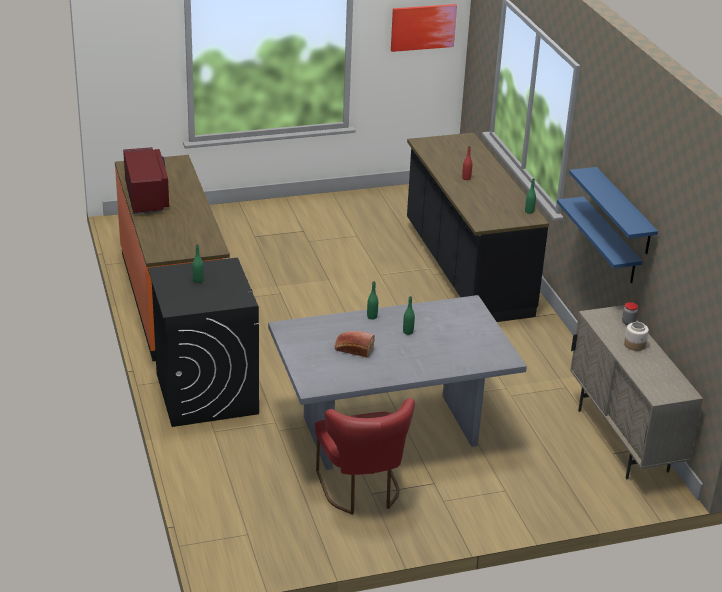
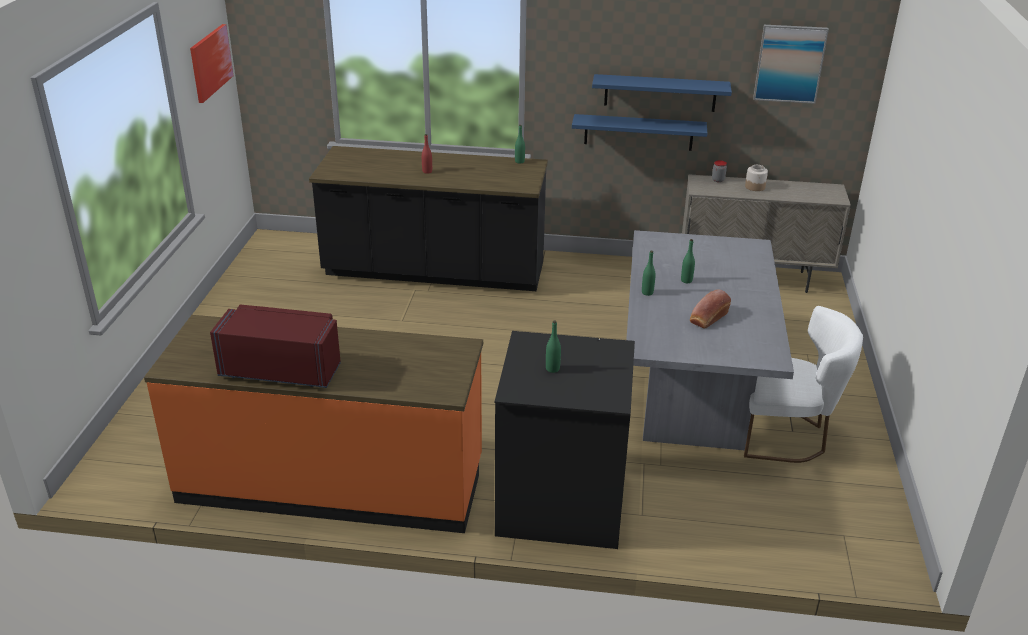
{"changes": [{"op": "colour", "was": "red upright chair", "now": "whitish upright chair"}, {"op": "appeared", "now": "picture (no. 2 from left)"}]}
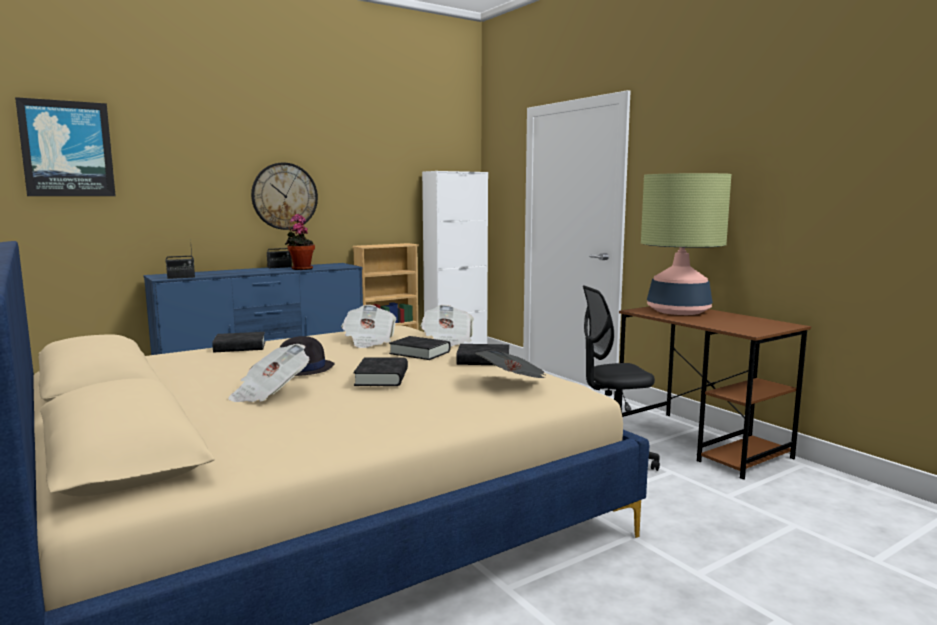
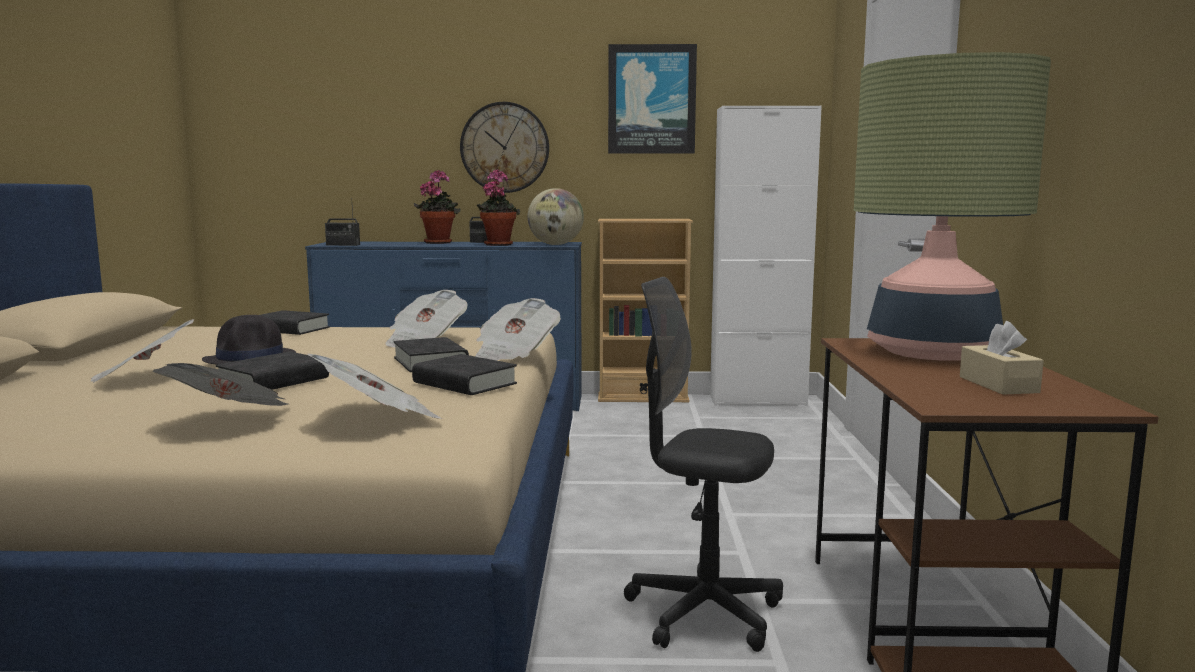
{"changes": [{"op": "appeared", "now": "newspaper (no. 2 from left)"}, {"op": "appeared", "now": "plant in a pot (no. 1 from left)"}, {"op": "appeared", "now": "world globe"}, {"op": "relocated", "was": "picture"}, {"op": "appeared", "now": "beige tissue box"}]}
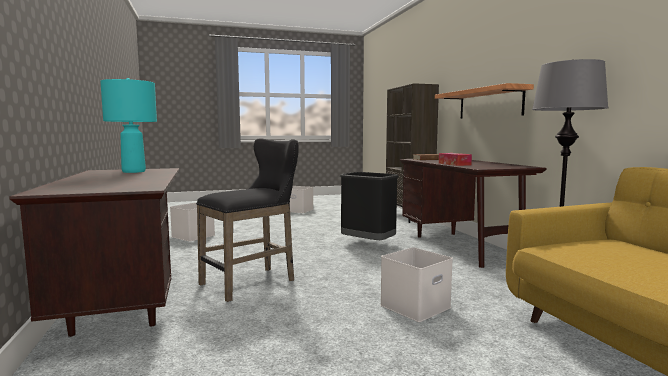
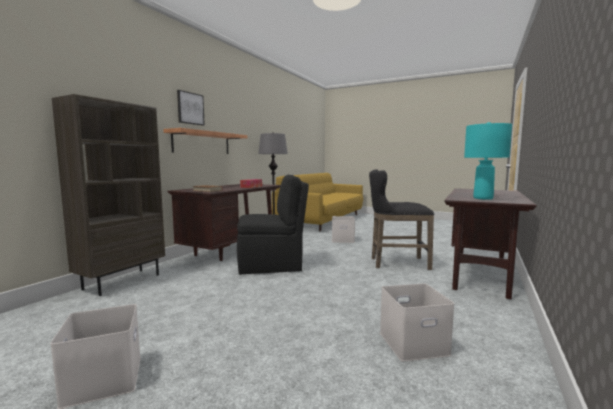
{"changes": [{"op": "appeared", "now": "picture"}, {"op": "exchanged", "was": "black-coloured trash can", "now": "black-coloured upright chair"}]}
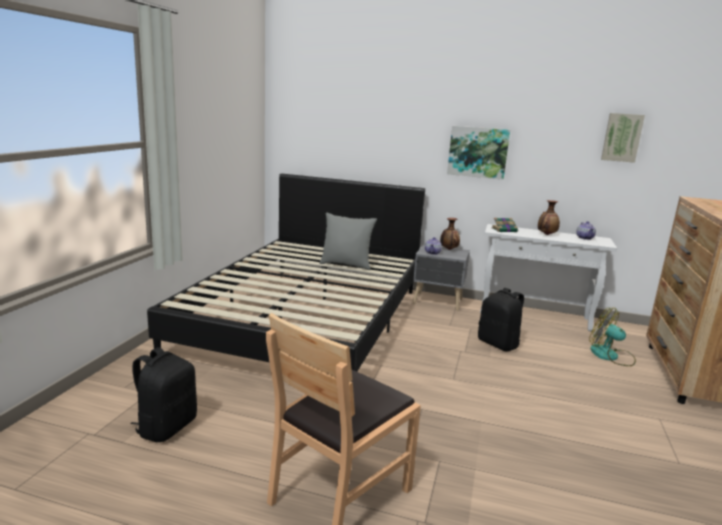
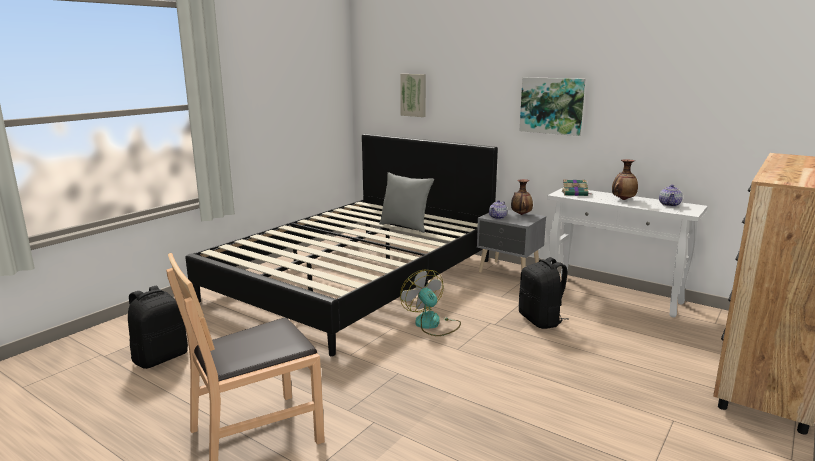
{"changes": [{"op": "relocated", "was": "picture (no. 2 from left in the first image)", "now": "picture (no. 1 from left)"}, {"op": "relocated", "was": "fan"}]}
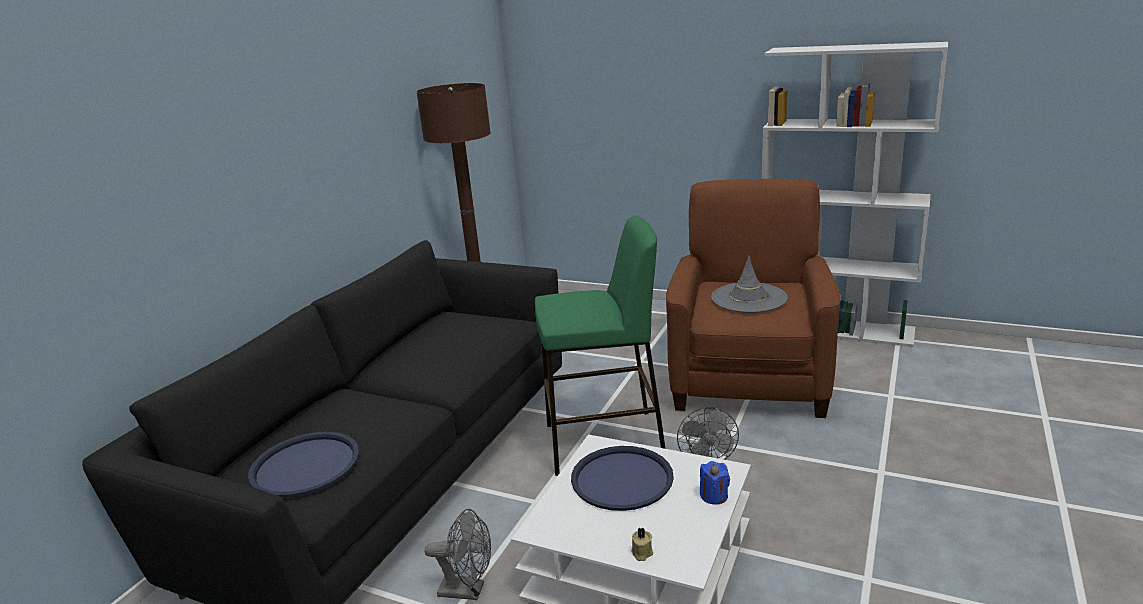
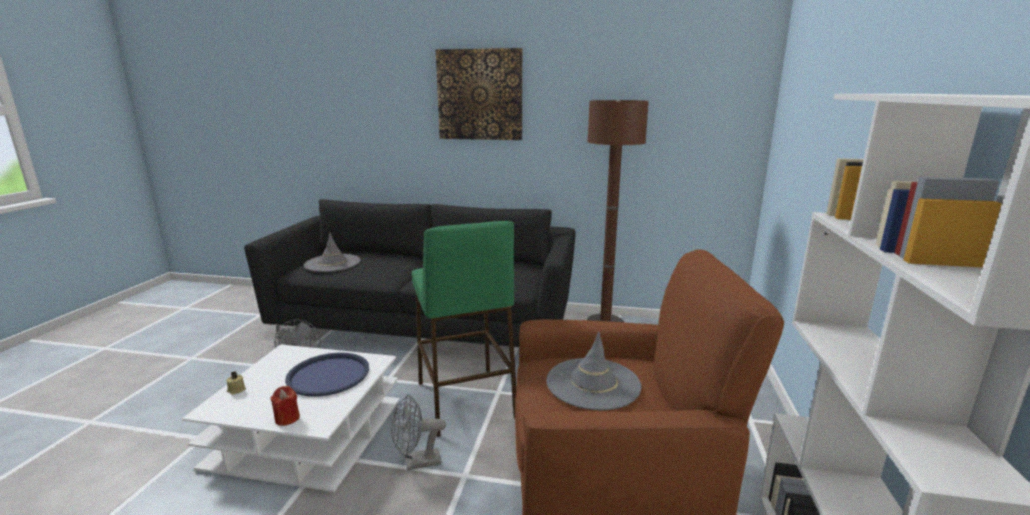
{"changes": [{"op": "colour", "was": "blue-coloured wax candle", "now": "red wax candle"}, {"op": "exchanged", "was": "blue-coloured tray (no. 1 from left)", "now": "grey hat (no. 1 from left)"}, {"op": "appeared", "now": "picture"}]}
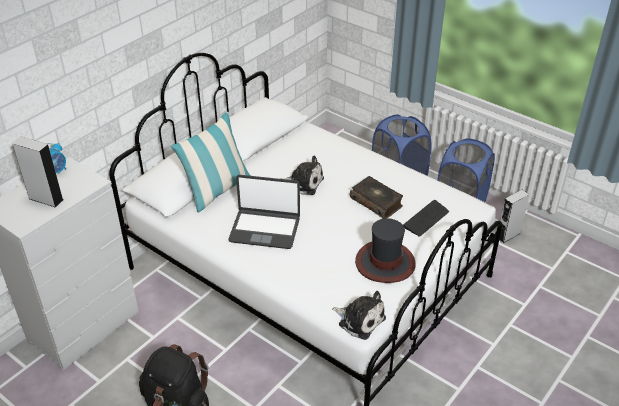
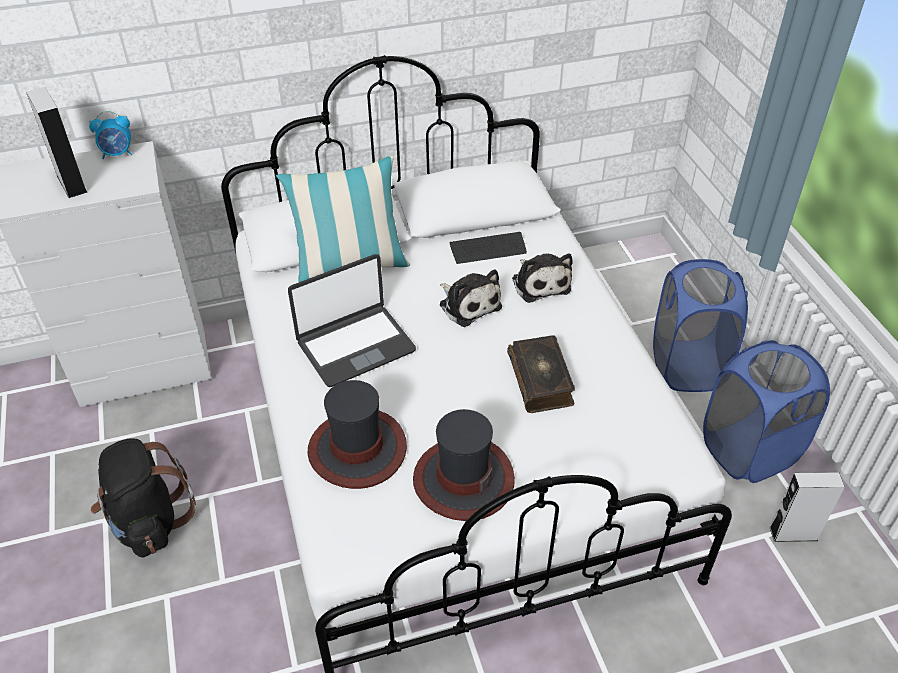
{"changes": [{"op": "spun", "was": "portable computer", "clockwise": -75}, {"op": "appeared", "now": "hat (no. 1 from left)"}, {"op": "relocated", "was": "computer keyboard"}, {"op": "relocated", "was": "cuddly toy (no. 2 from left)"}]}
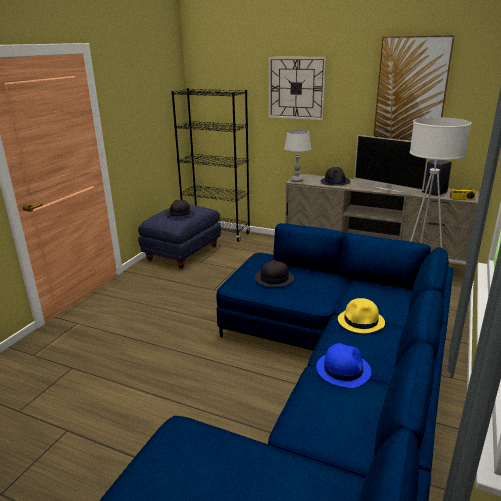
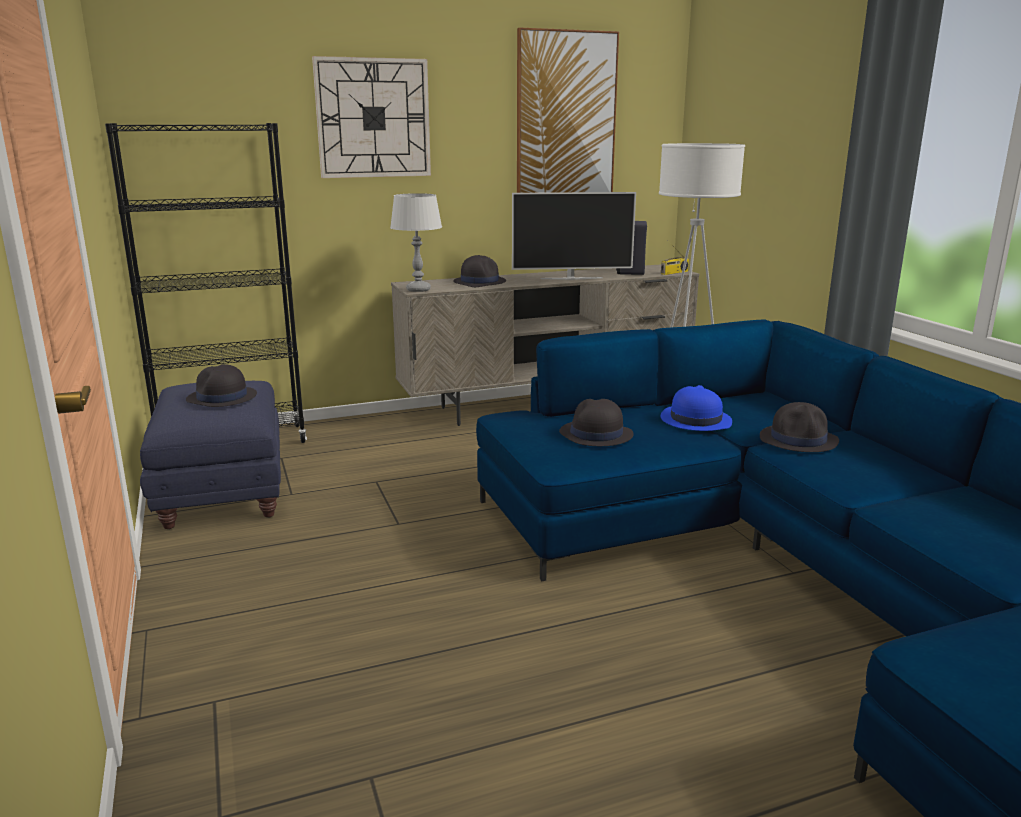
{"changes": [{"op": "relocated", "was": "blue-coloured hat"}, {"op": "colour", "was": "yellow hat", "now": "black-coloured hat (no. 4 from left)"}]}
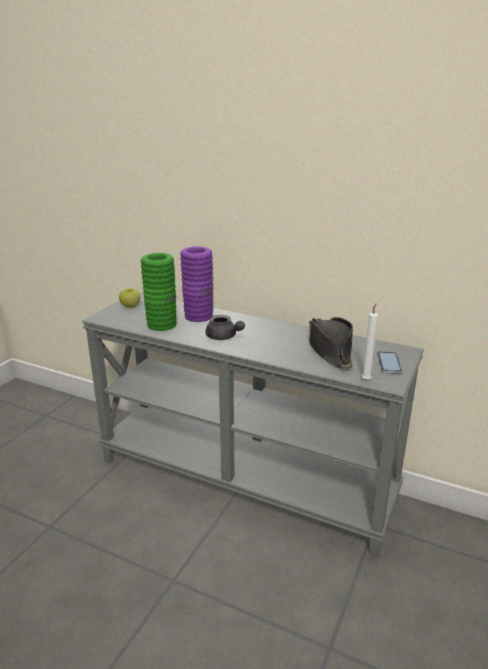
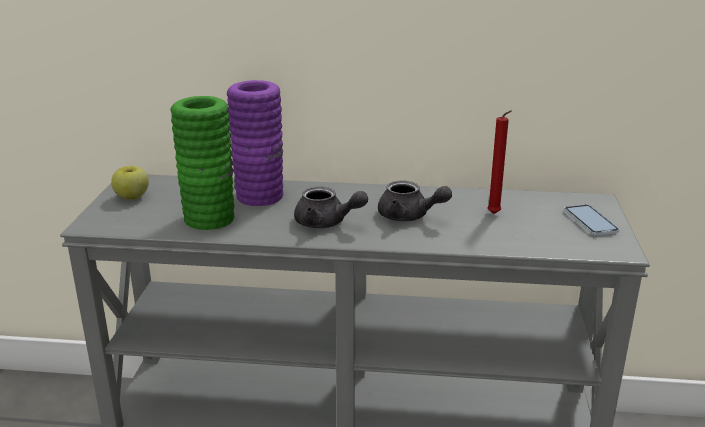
{"changes": [{"op": "appeared", "now": "grey pot for tea (no. 2 from left)"}, {"op": "exchanged", "was": "black-coloured hat", "now": "red wax candle"}, {"op": "missing", "was": "whitish wax candle"}]}
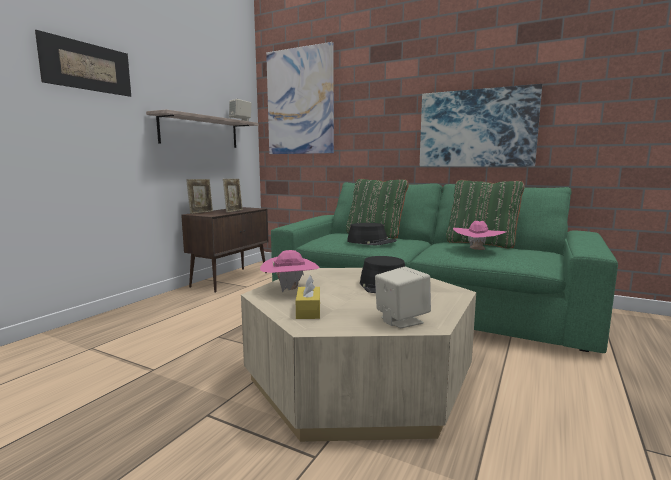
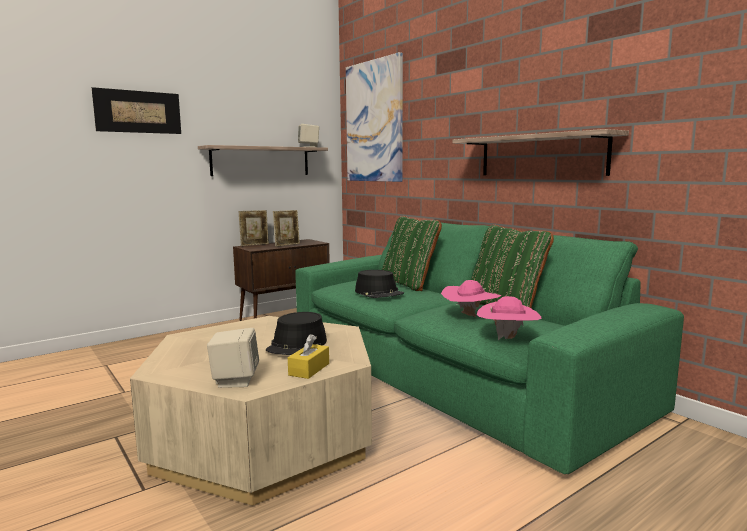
{"changes": [{"op": "relocated", "was": "yellow tissue box"}, {"op": "exchanged", "was": "picture (no. 3 from left)", "now": "wall shelf (no. 2 from left)"}, {"op": "relocated", "was": "pink hat (no. 1 from left in the first image)", "now": "pink hat (no. 2 from left)"}]}
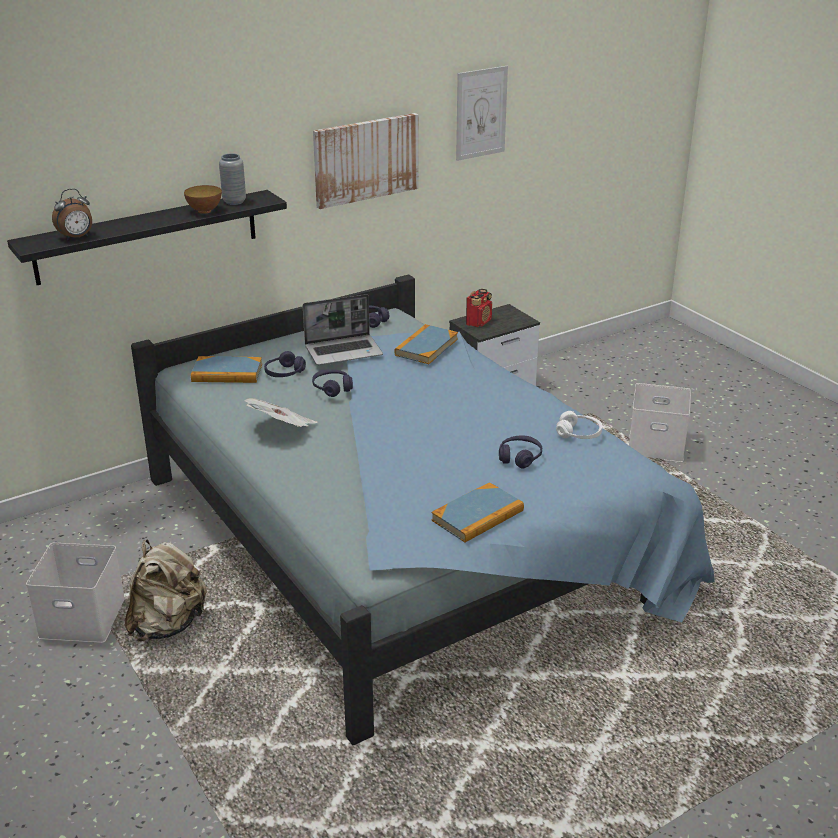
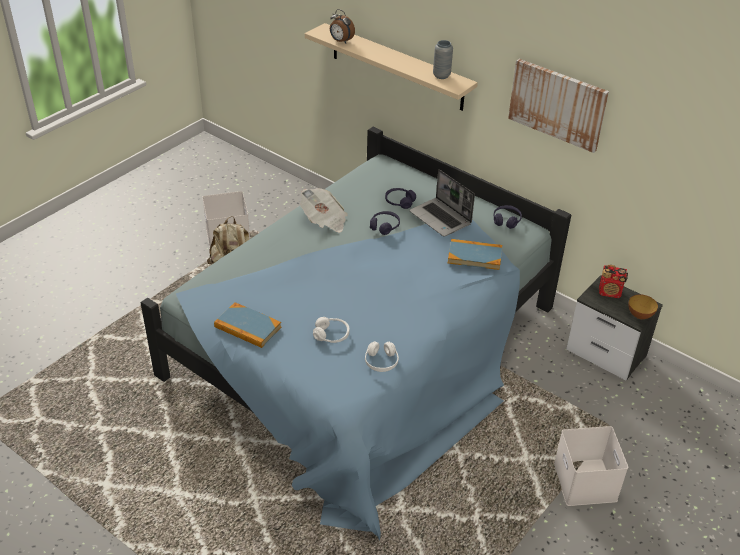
{"changes": [{"op": "colour", "was": "black-coloured wall shelf", "now": "beige wall shelf"}, {"op": "colour", "was": "purple-coloured headset (no. 4 from left)", "now": "whitish headset (no. 1 from left)"}, {"op": "relocated", "was": "deep dish"}, {"op": "missing", "was": "bound book (no. 1 from left)"}, {"op": "missing", "was": "picture (no. 2 from left)"}]}
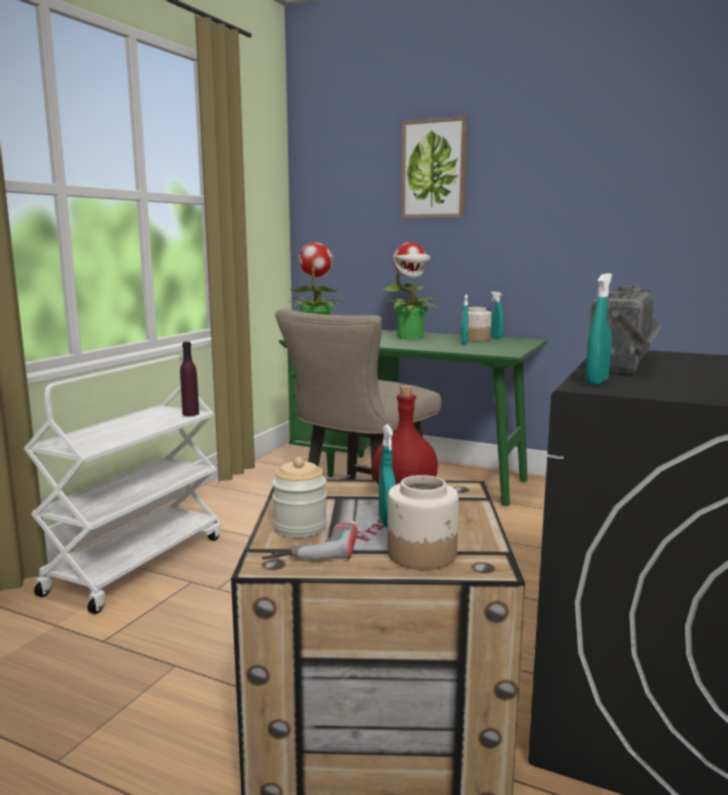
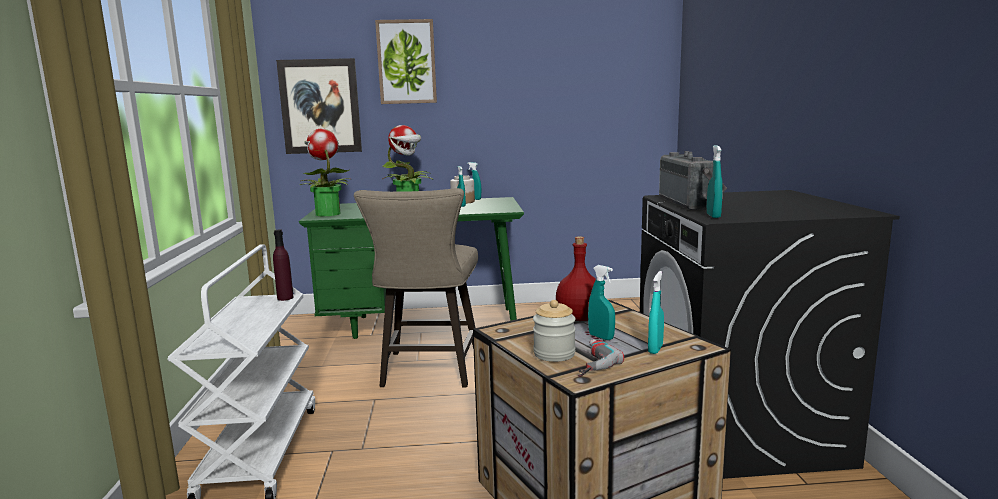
{"changes": [{"op": "appeared", "now": "picture (no. 1 from left)"}, {"op": "exchanged", "was": "storage jar (no. 2 from left)", "now": "turquoise-coloured spray bottle (no. 4 from left)"}]}
